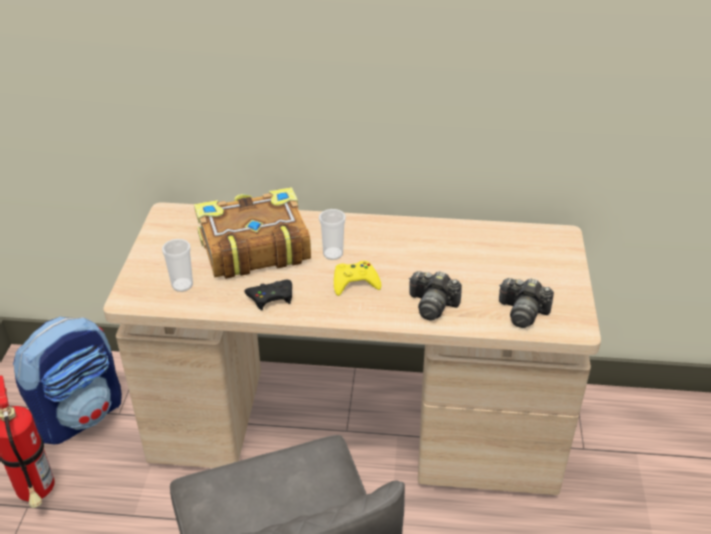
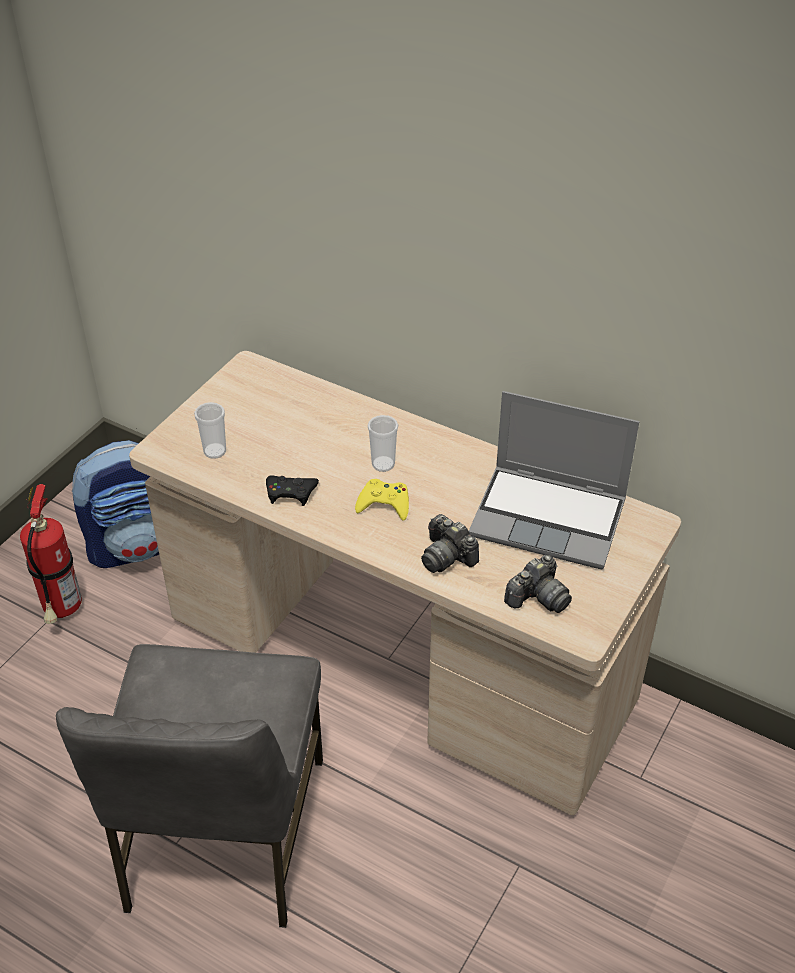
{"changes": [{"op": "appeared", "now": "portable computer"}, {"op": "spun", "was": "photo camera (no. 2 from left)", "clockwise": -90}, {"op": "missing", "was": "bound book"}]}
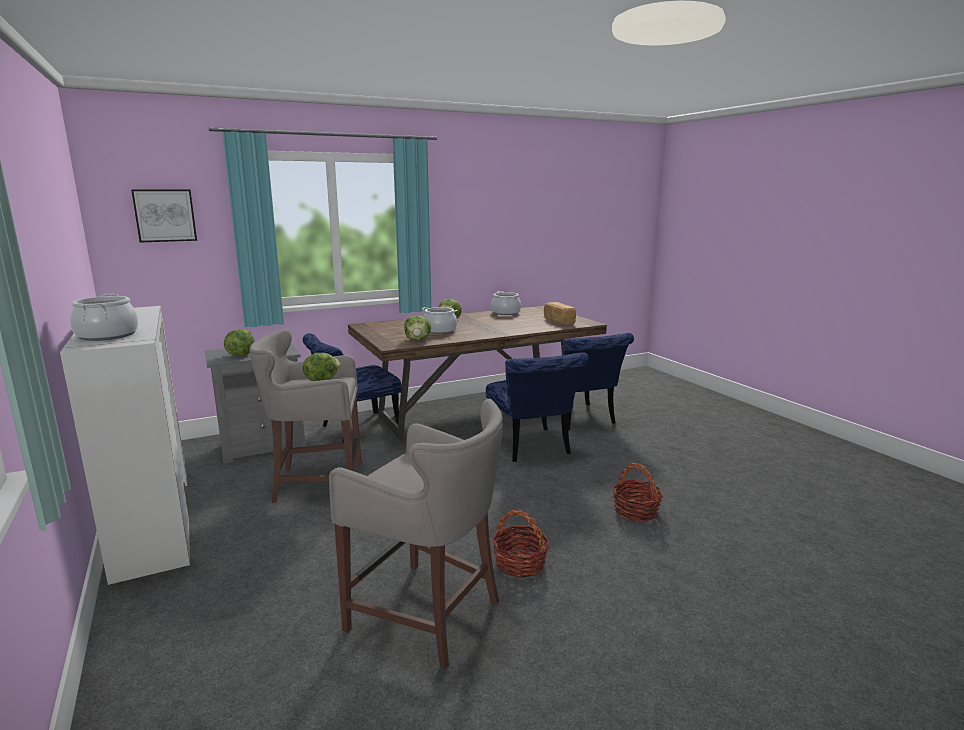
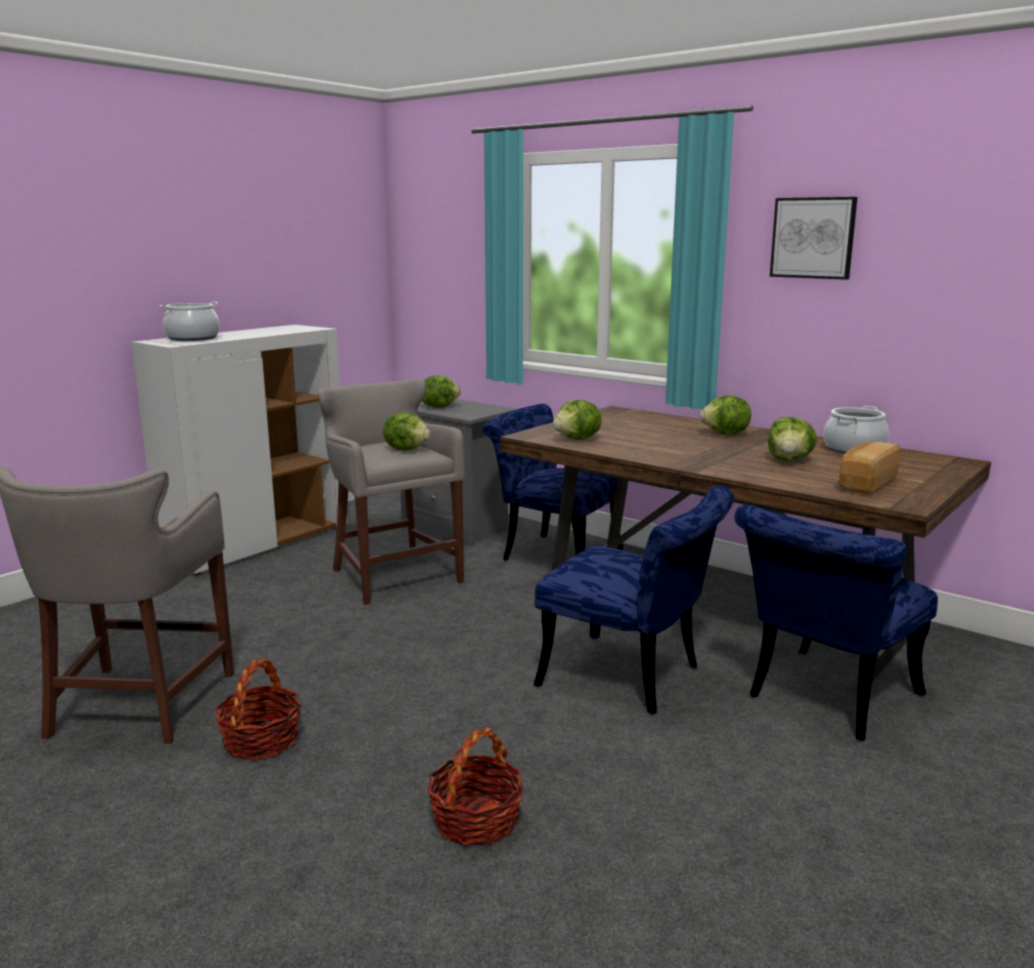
{"changes": [{"op": "spun", "was": "blue-coloured upright chair (no. 2 from left)", "clockwise": -105}, {"op": "appeared", "now": "lettuce head (no. 5 from left)"}, {"op": "relocated", "was": "picture"}, {"op": "missing", "was": "saucepot (no. 2 from left)"}]}
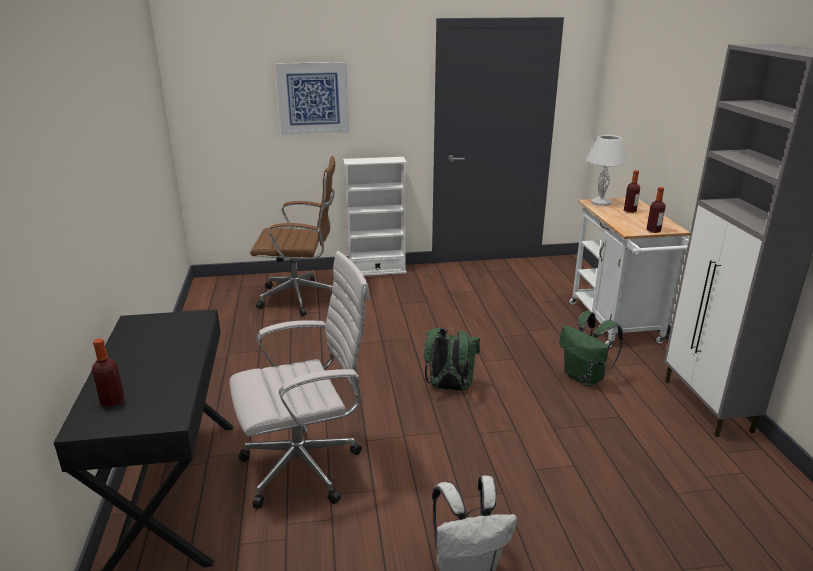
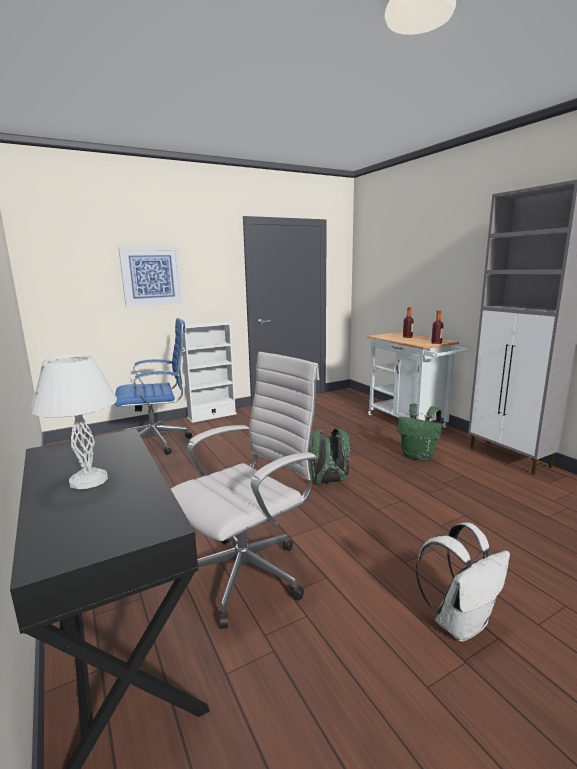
{"changes": [{"op": "relocated", "was": "whitish lamp for a table"}, {"op": "colour", "was": "brownish desk chair", "now": "blue-coloured desk chair"}, {"op": "missing", "was": "bottle (no. 1 from left)"}]}
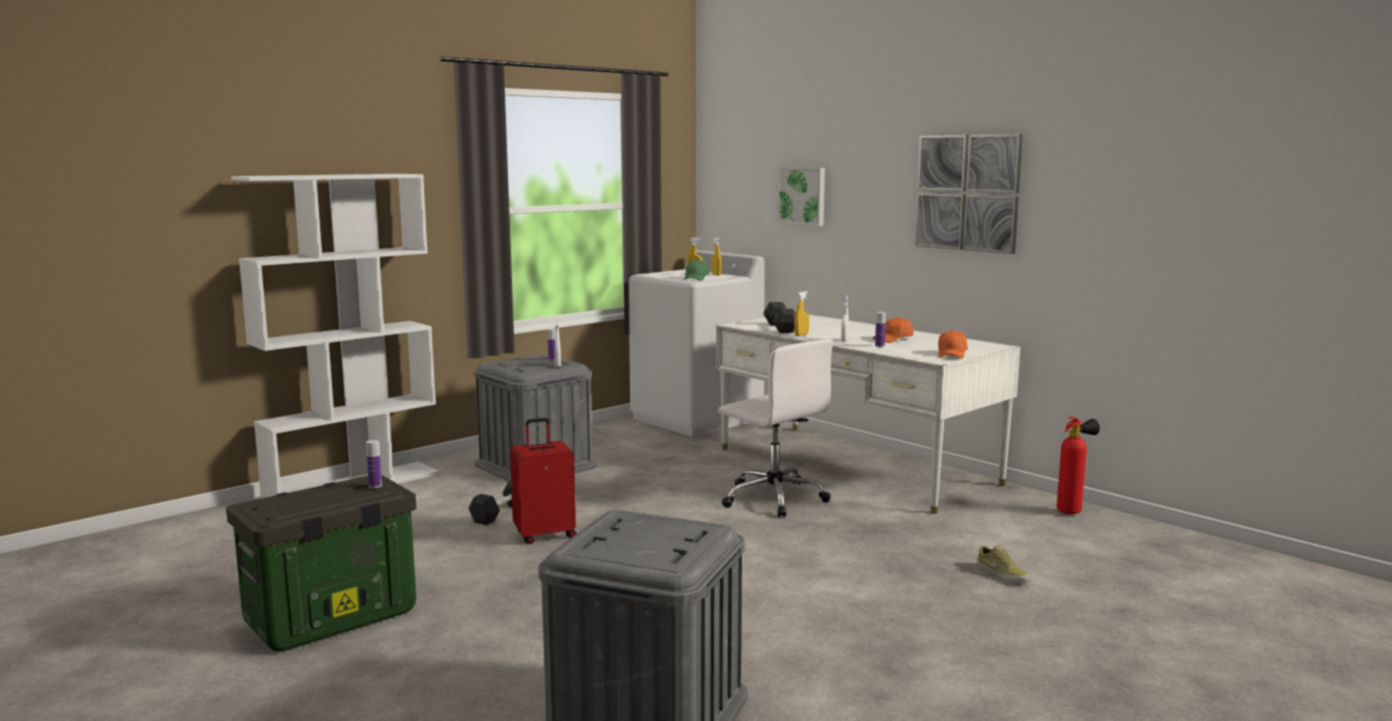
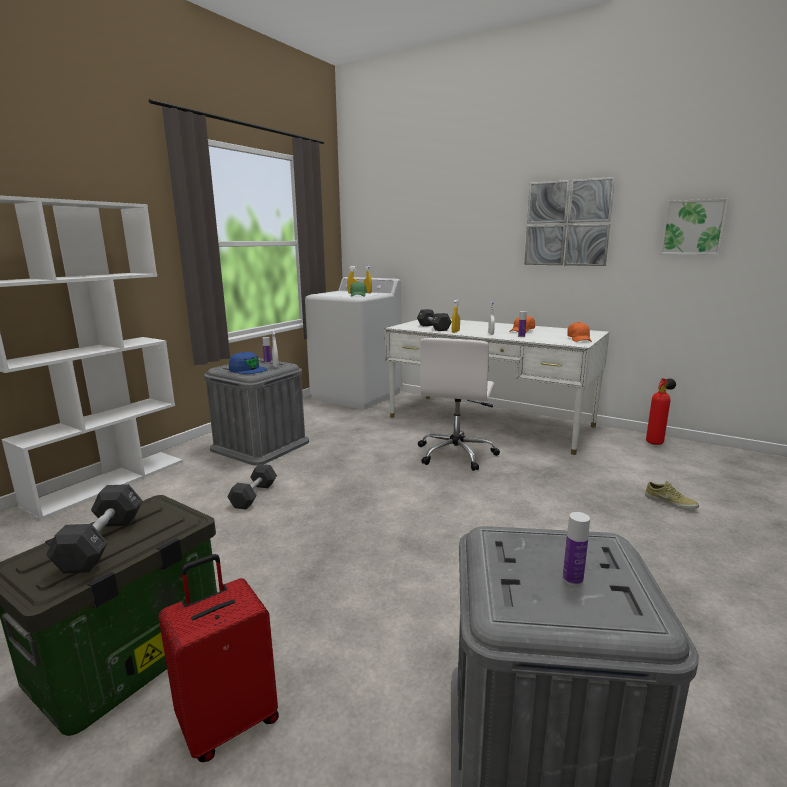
{"changes": [{"op": "appeared", "now": "black-coloured hand weight (no. 1 from left)"}, {"op": "relocated", "was": "red piece of luggage"}, {"op": "appeared", "now": "blue-coloured peaked cap"}, {"op": "spun", "was": "whitish desk chair", "clockwise": 75}, {"op": "relocated", "was": "bottle (no. 1 from left in the first image)", "now": "bottle (no. 3 from left)"}, {"op": "relocated", "was": "picture (no. 1 from left in the first image)", "now": "picture (no. 2 from left)"}]}
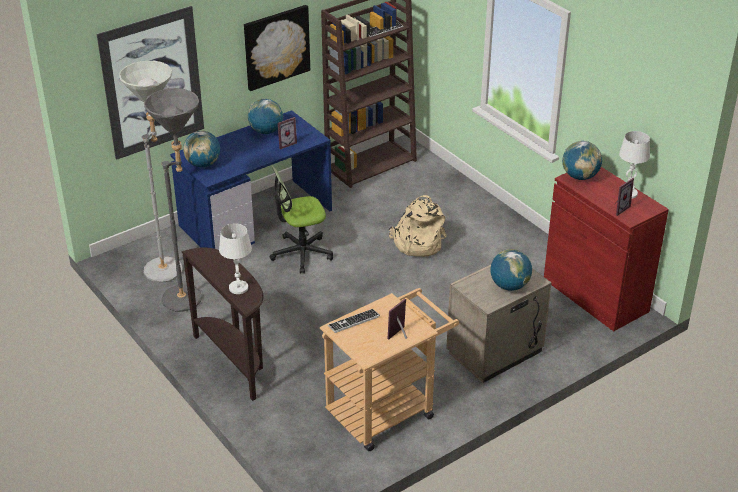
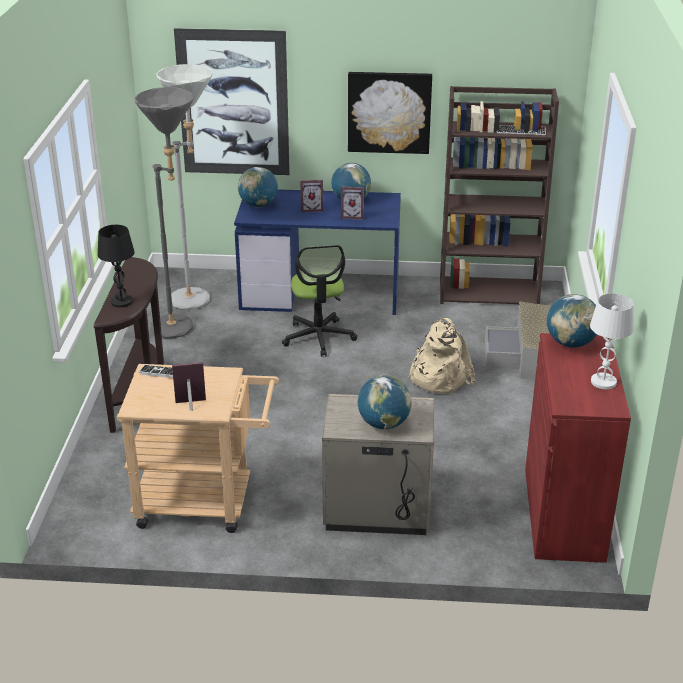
{"changes": [{"op": "colour", "was": "whitish lamp for a table (no. 1 from left)", "now": "black-coloured lamp for a table"}, {"op": "spun", "was": "desk chair", "clockwise": -120}, {"op": "relocated", "was": "photo frame (no. 3 from left in the first image)", "now": "photo frame (no. 2 from left)"}, {"op": "appeared", "now": "grey storage bin"}]}
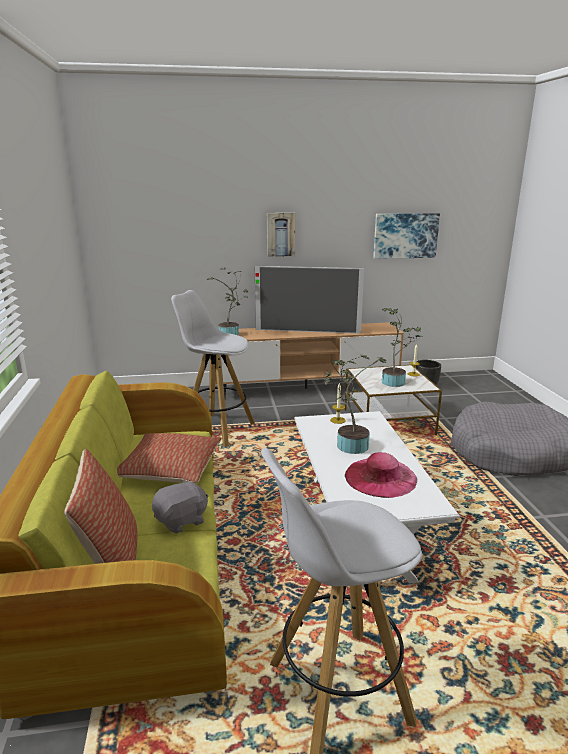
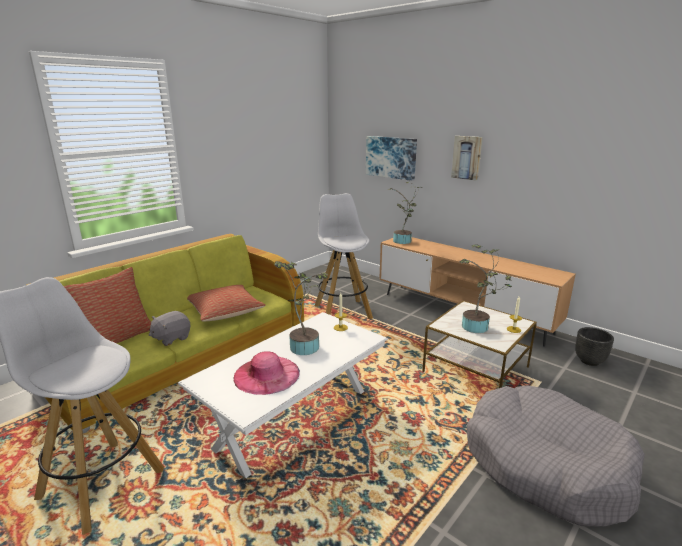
{"changes": [{"op": "spun", "was": "grey cuddly toy", "clockwise": 120}, {"op": "relocated", "was": "picture (no. 2 from left in the first image)", "now": "picture (no. 1 from left)"}, {"op": "missing", "was": "television"}]}
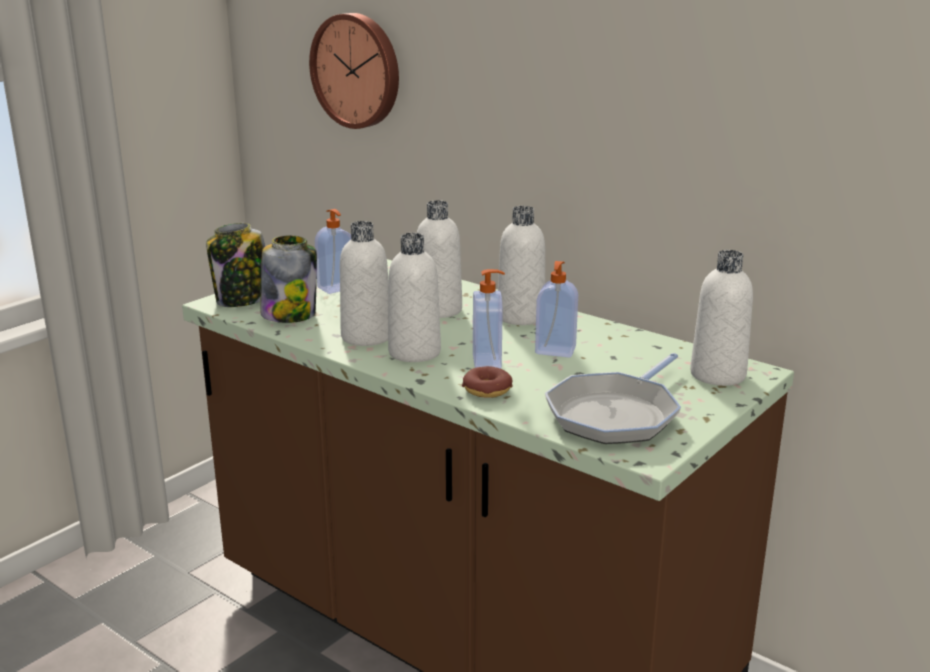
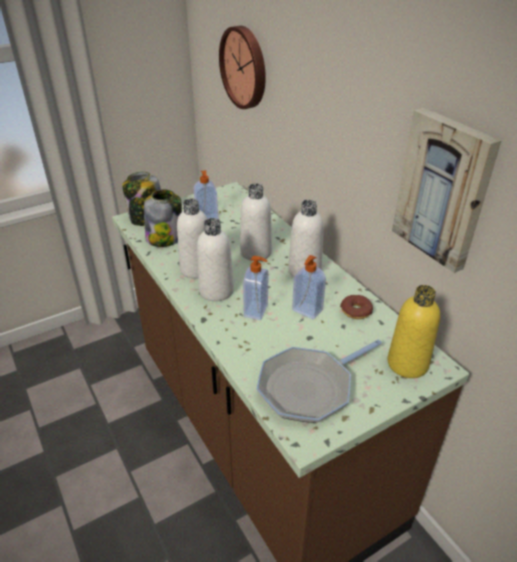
{"changes": [{"op": "relocated", "was": "doughnut"}, {"op": "colour", "was": "whitish bottle (no. 5 from left)", "now": "yellow bottle"}, {"op": "appeared", "now": "picture"}]}
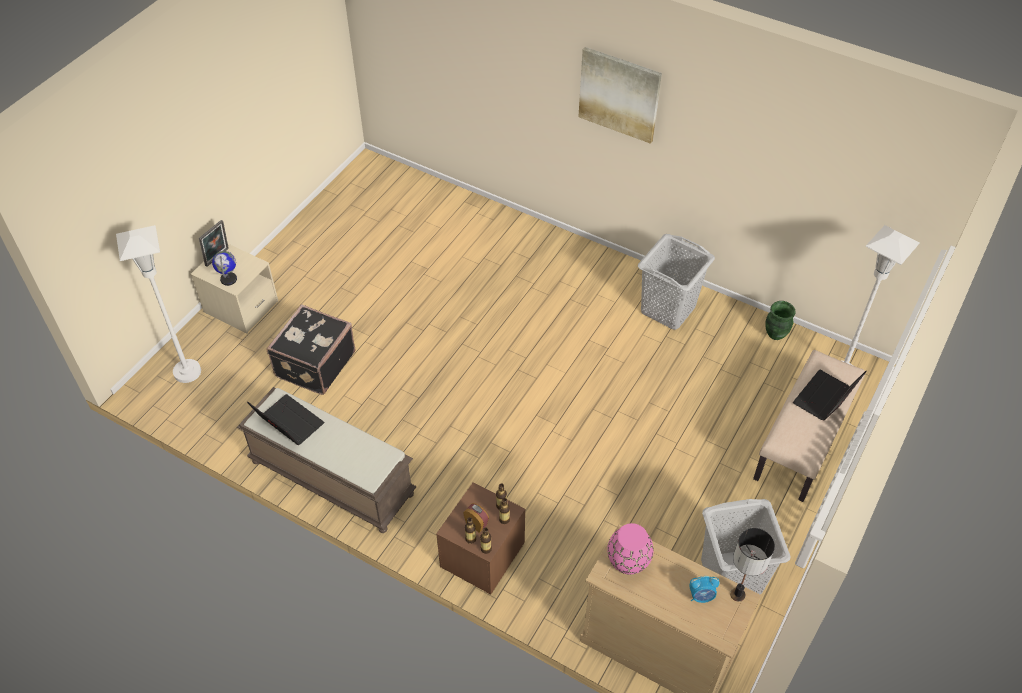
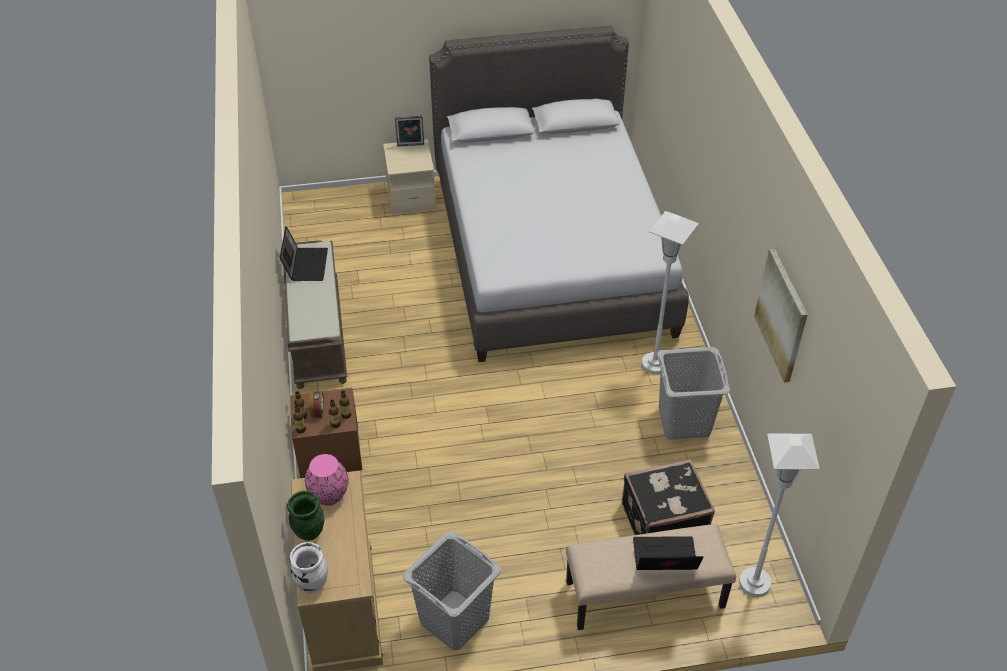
{"changes": [{"op": "relocated", "was": "green vase"}, {"op": "appeared", "now": "whitish vase"}, {"op": "appeared", "now": "grey sleeping bed"}, {"op": "relocated", "was": "black-coloured piece of luggage"}, {"op": "relocated", "was": "whitish standing lamp (no. 1 from left)"}, {"op": "relocated", "was": "picture"}, {"op": "missing", "was": "world globe"}, {"op": "missing", "was": "bedside clock (no. 2 from left)"}, {"op": "missing", "was": "lamp for a table"}]}
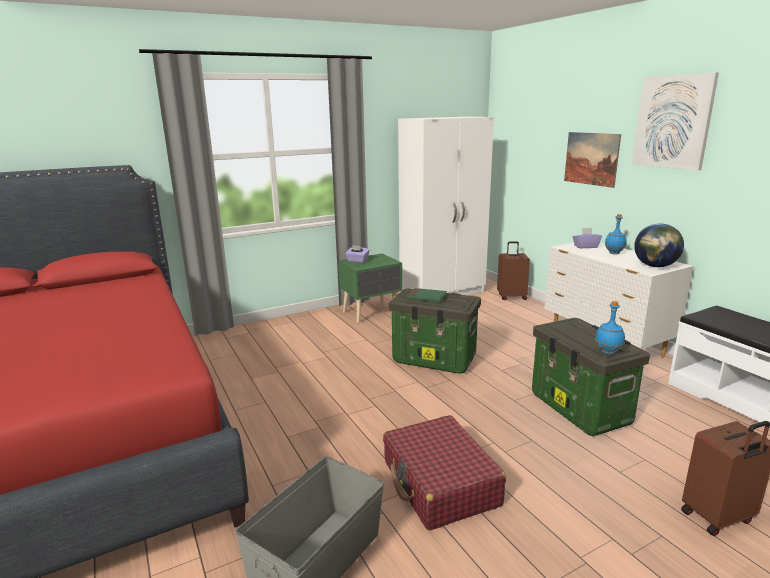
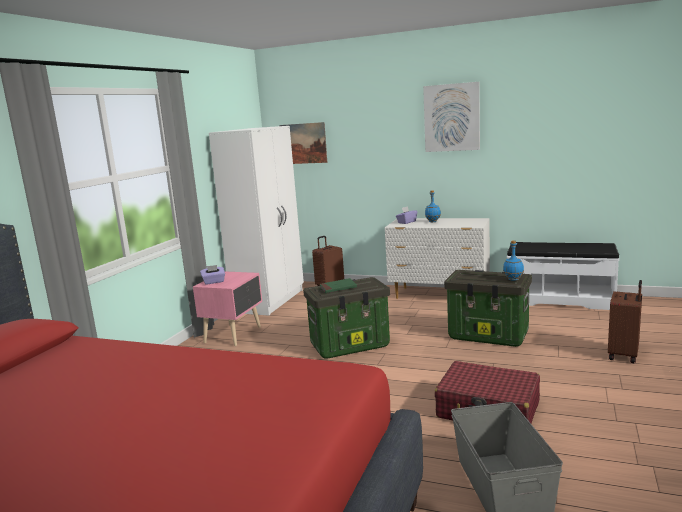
{"changes": [{"op": "colour", "was": "green bedside table", "now": "pink bedside table"}, {"op": "relocated", "was": "picture (no. 1 from left)"}, {"op": "missing", "was": "world globe"}]}
